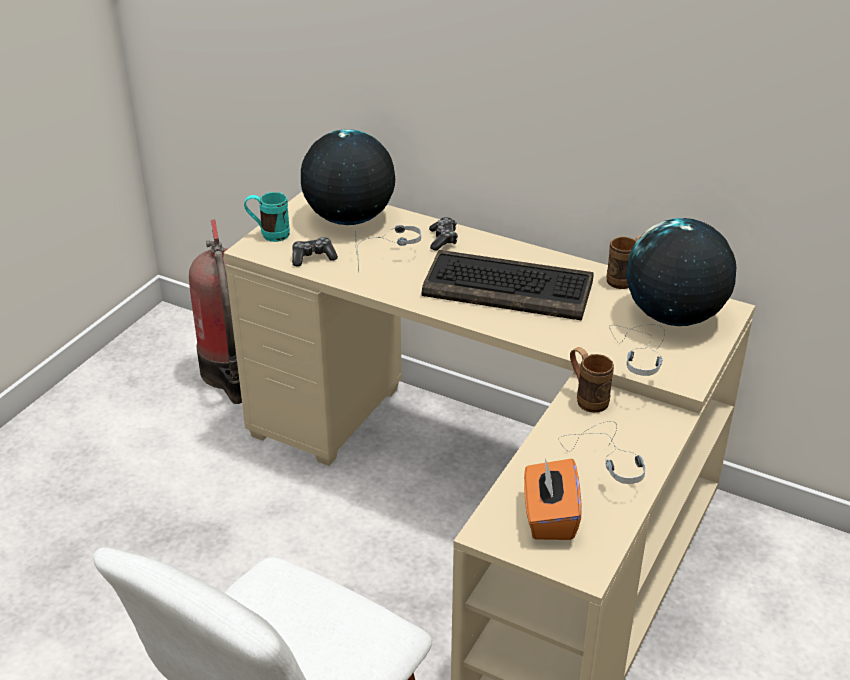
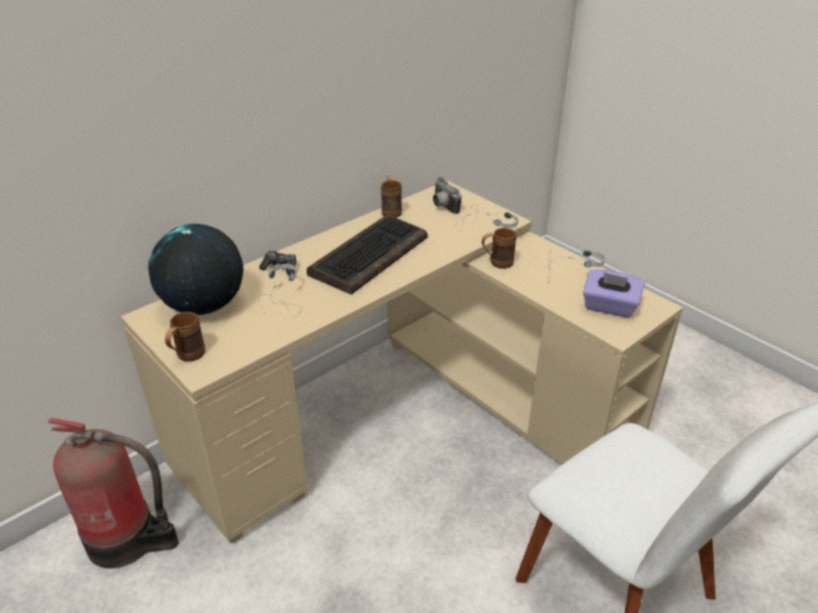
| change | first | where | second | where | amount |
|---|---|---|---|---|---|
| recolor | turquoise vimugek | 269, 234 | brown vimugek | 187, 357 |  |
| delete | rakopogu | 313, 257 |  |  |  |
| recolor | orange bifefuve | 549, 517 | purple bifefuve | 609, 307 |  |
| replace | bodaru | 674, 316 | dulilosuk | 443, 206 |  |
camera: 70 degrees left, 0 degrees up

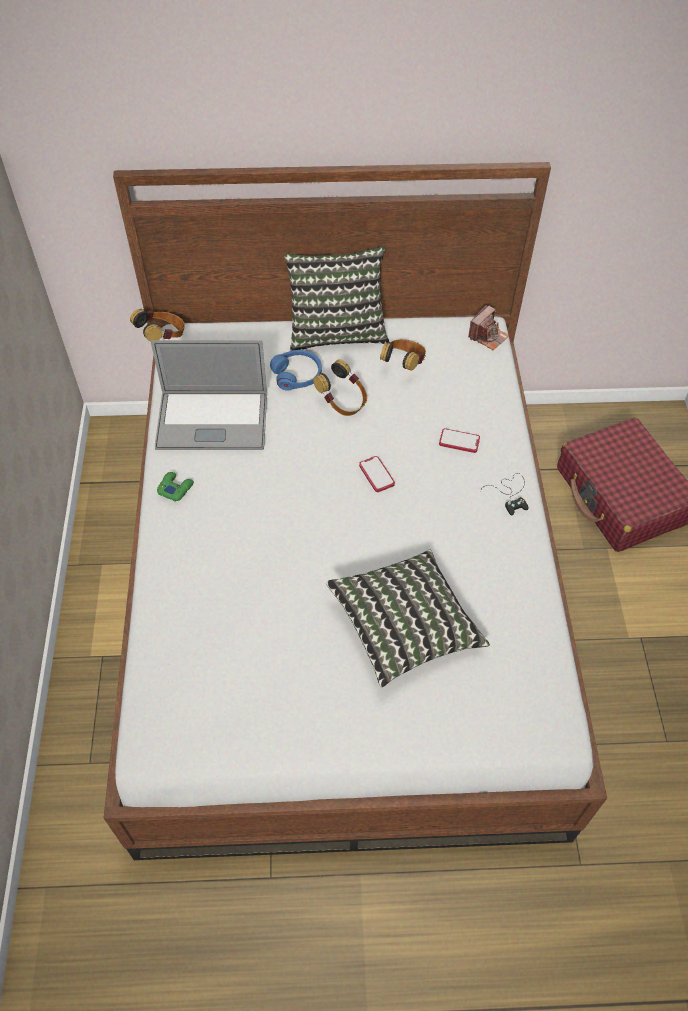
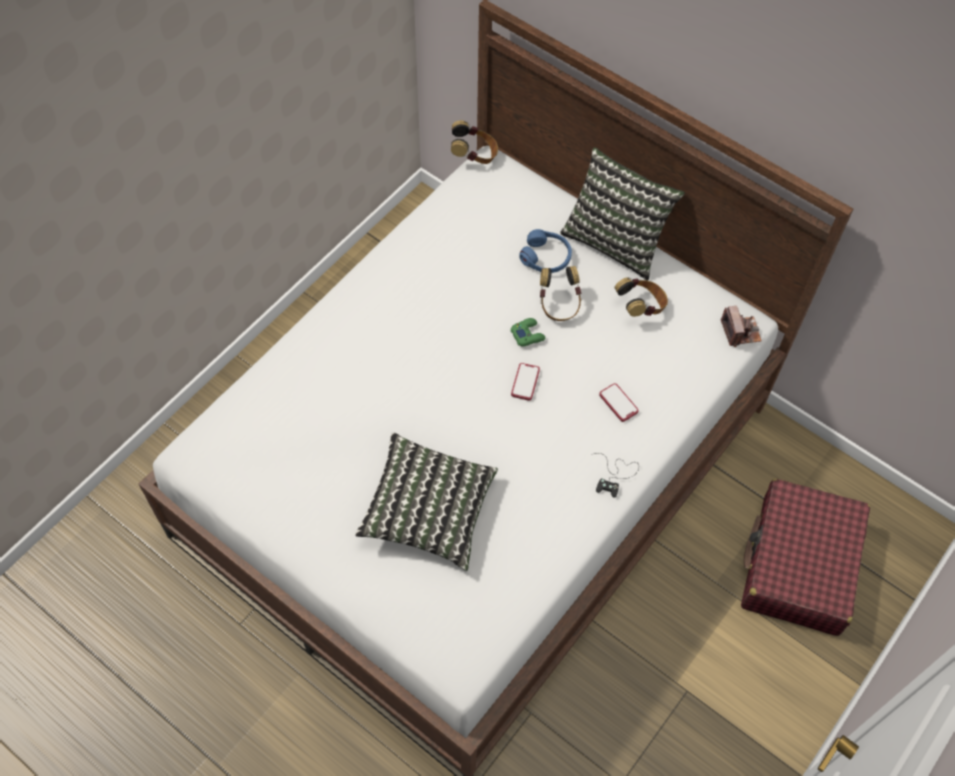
| change | first | where | second | where | amount |
|---|---|---|---|---|---|
| delete | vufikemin | 212, 420 |  |  |  |
| move | green rakopogu | 175, 488 |  | 527, 334 |  |
| rotate | dulilosuk | 487, 336 |  | 740, 331 | 90 degrees counterclockwise |
camera: 40 degrees right, 5 degrees up

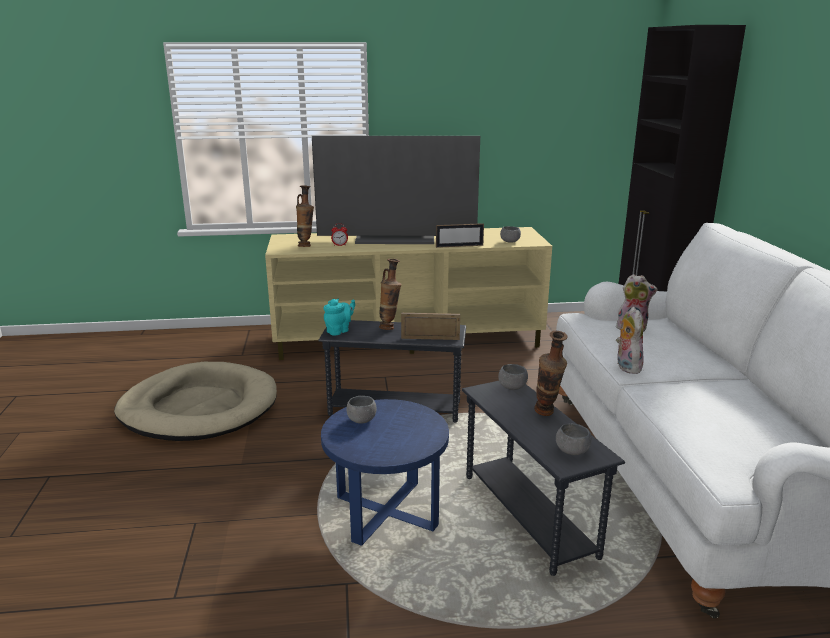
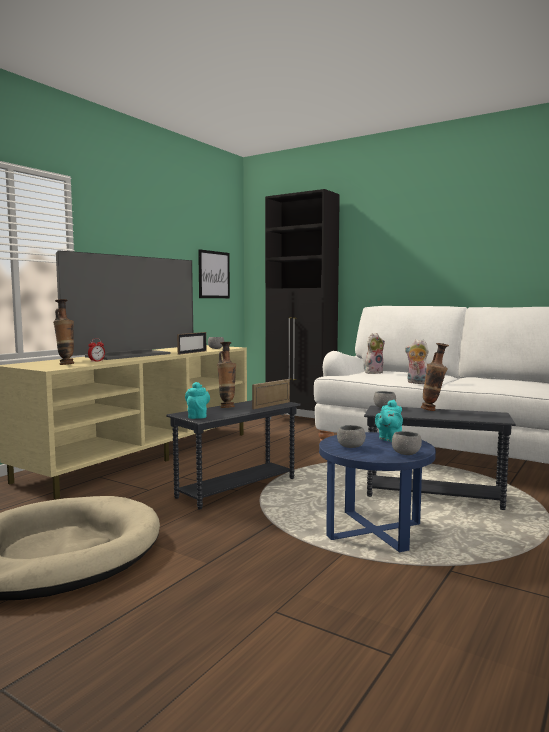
| change | first | where | second | where | amount |
|---|---|---|---|---|---|
| move | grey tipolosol | 572, 451 |  | 406, 454 |  |
| insert |  |  | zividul | 214, 274 |  |
| insert |  |  | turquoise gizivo | 389, 439 |  |
camera: 50 degrees left, 15 degrees down

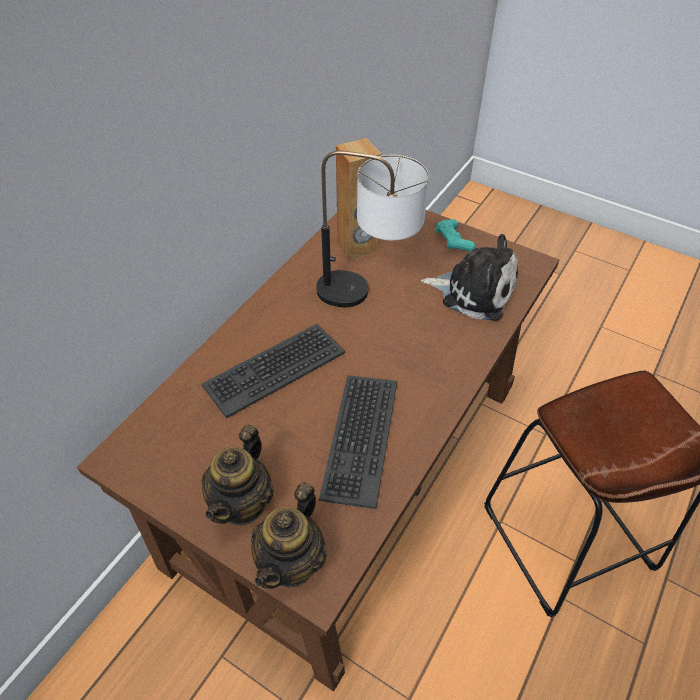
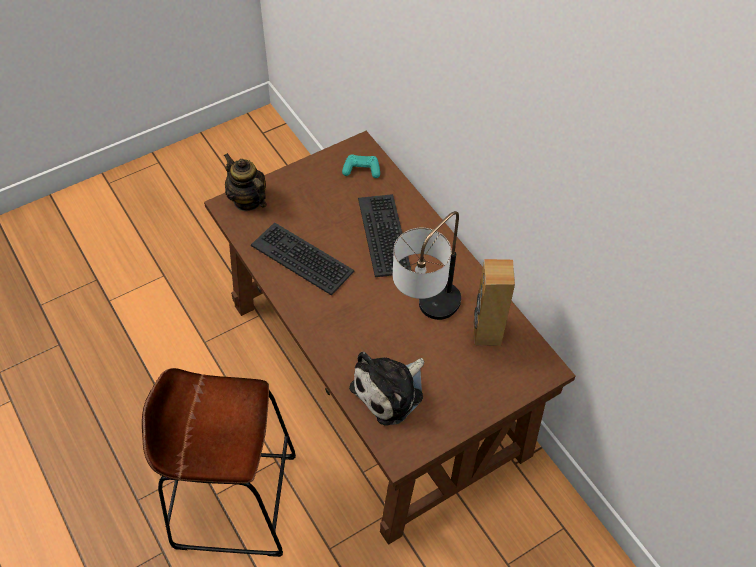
| change | first | where | second | where | amount |
|---|---|---|---|---|---|
| delete | gizivo | 243, 503 |  |  |  |
| move | turquoise rakopogu | 453, 241 |  | 361, 170 |  |
camera: 115 degrees right, 5 degrees up

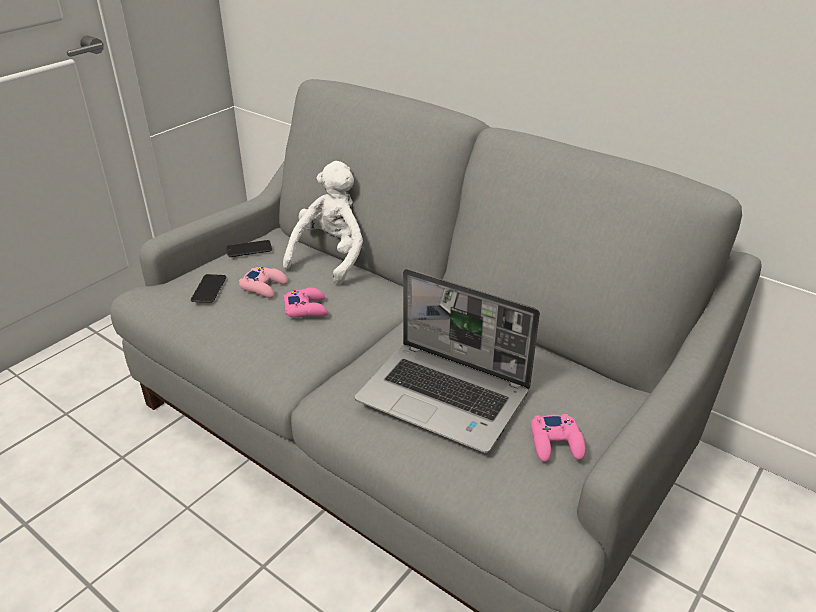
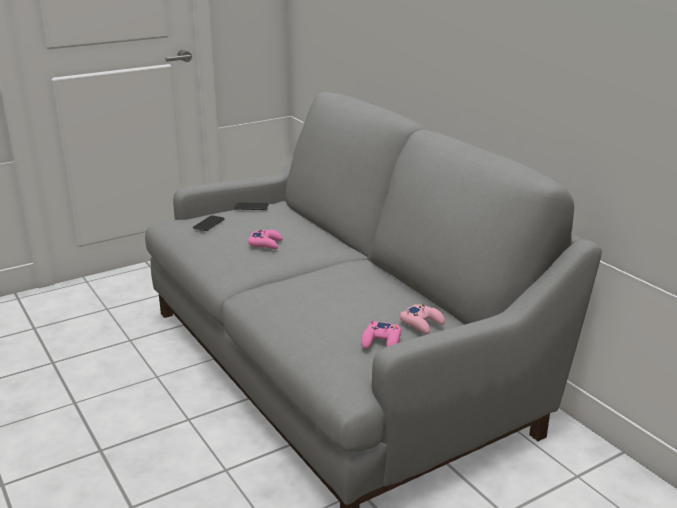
| change | first | where | second | where | amount |
|---|---|---|---|---|---|
| move | pink rakopogu | 264, 286 |  | 422, 323 |  |
| delete | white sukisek | 332, 257 |  |  |  |
| delete | vufikemin | 445, 397 |  |  |  |
camera: 20 degrees right, 10 degrees down

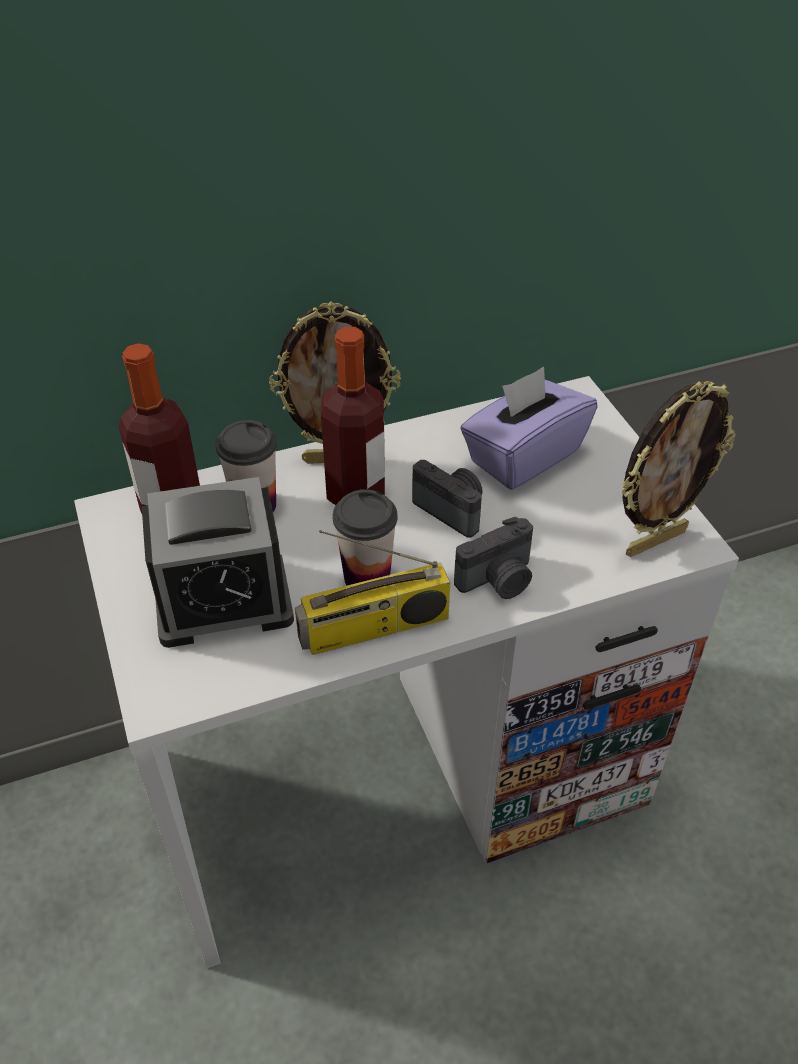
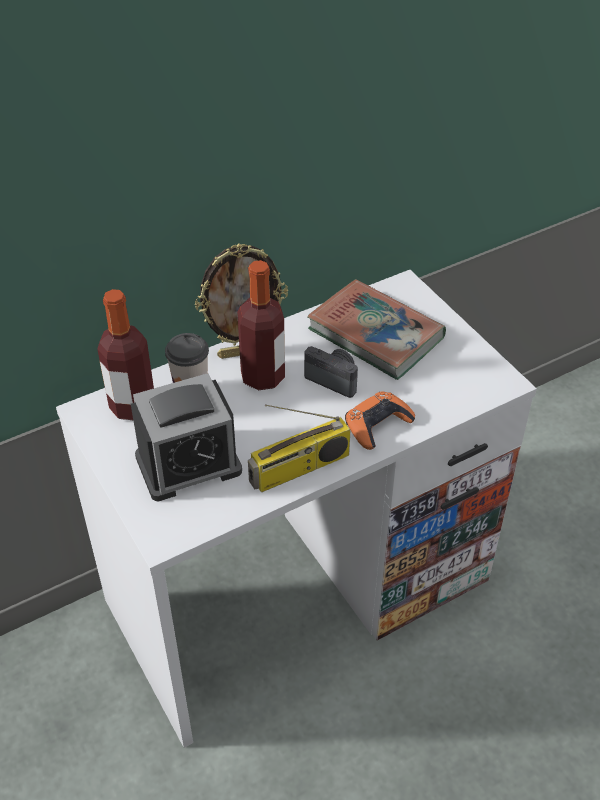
| change | first | where | second | where | amount |
|---|---|---|---|---|---|
| delete | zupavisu | 367, 577 |  |  |  |
| replace | dulilosuk | 498, 580 | orange rakopogu | 377, 425 |  |
| replace | purple bifefuve | 523, 456 | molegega | 375, 334 |  |
| delete | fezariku | 654, 540 |  |  |  |
camera: 10 degrees left, 0 degrees up

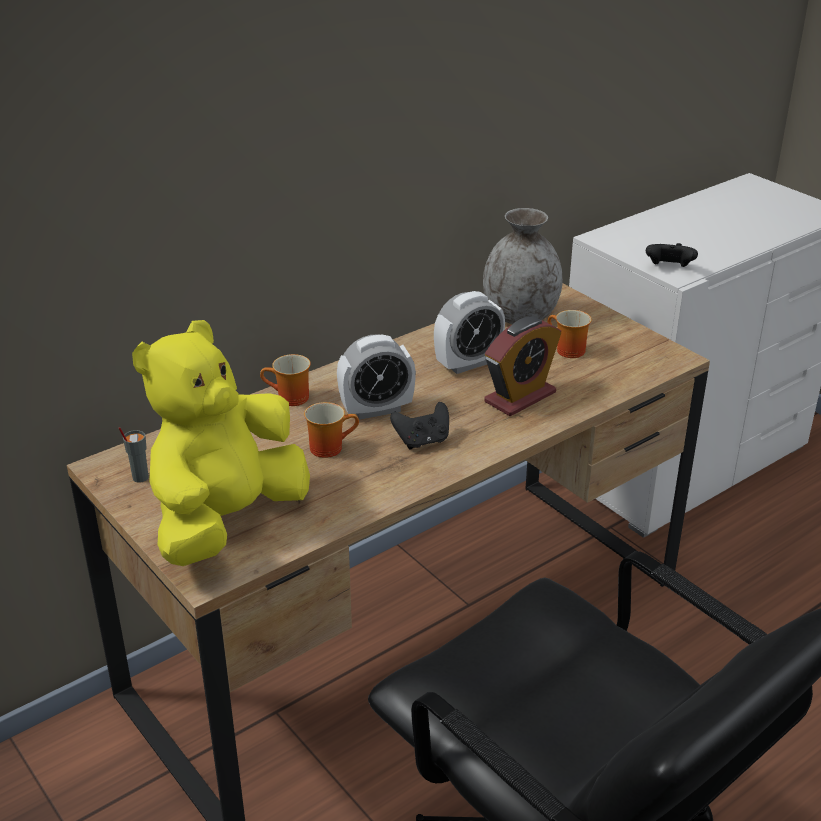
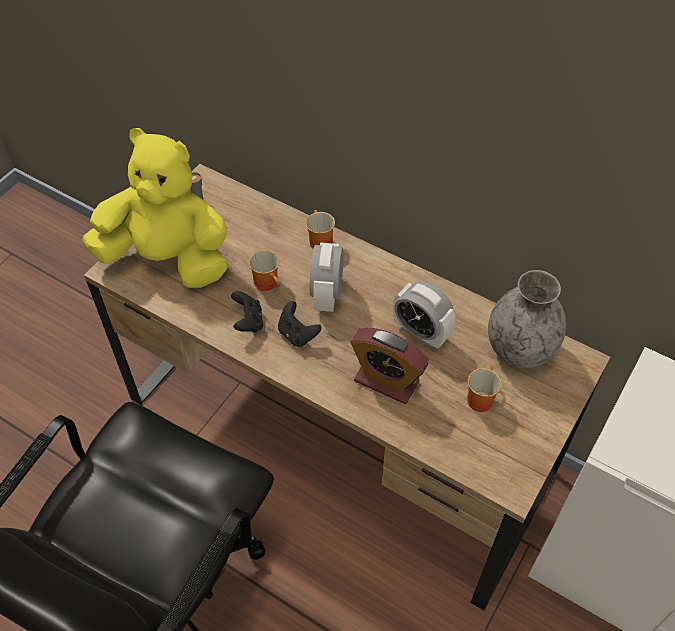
| change | first | where | second | where | amount |
|---|---|---|---|---|---|
| rotate | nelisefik | 376, 409 |  | 327, 295 | 45 degrees clockwise |
| move | black rakopogu | 669, 268 |  | 248, 322 |  |
camera: 70 degrees right, 20 degrees up

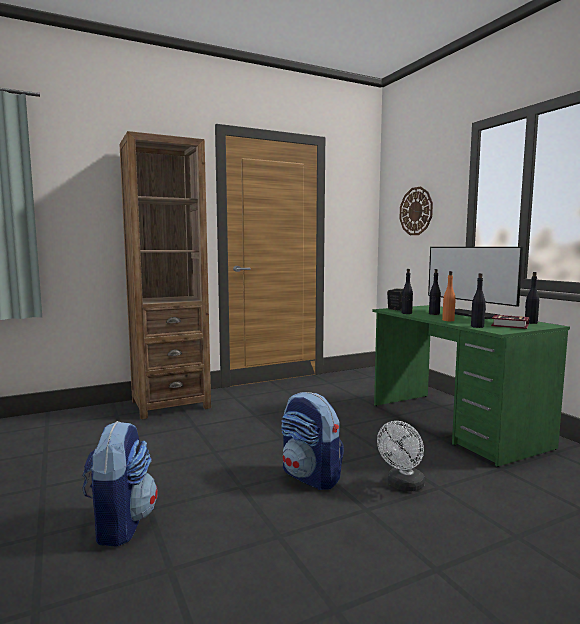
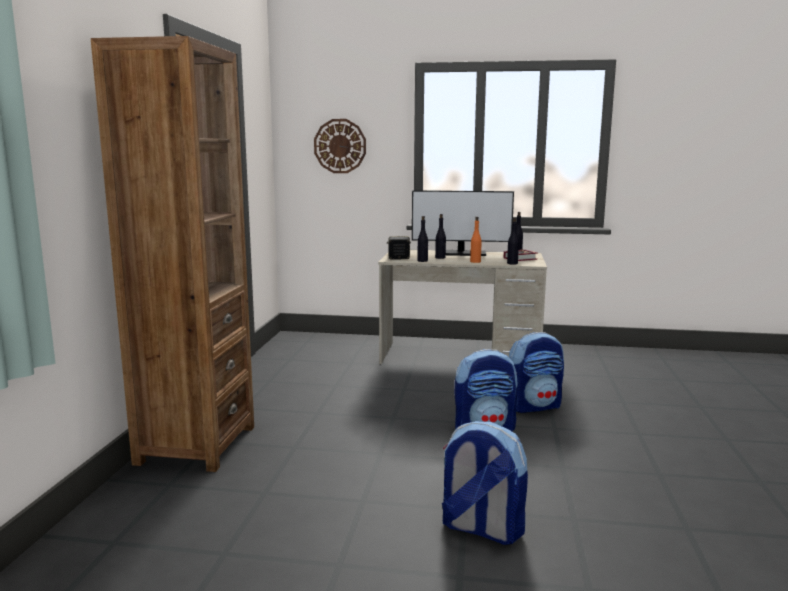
| change | first | where | second | where | amount |
|---|---|---|---|---|---|
| recolor | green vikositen | 454, 425 | beige vikositen | 460, 357 |  |
| replace | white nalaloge | 403, 485 | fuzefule | 534, 406 |  |
camera: 55 degrees left, 5 degrees up

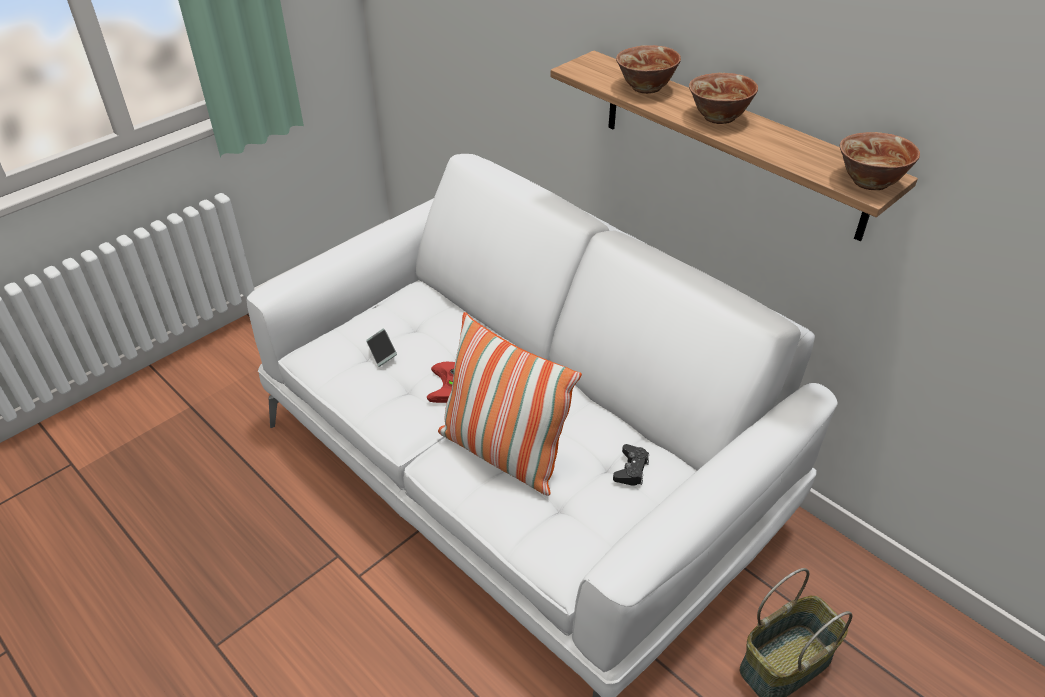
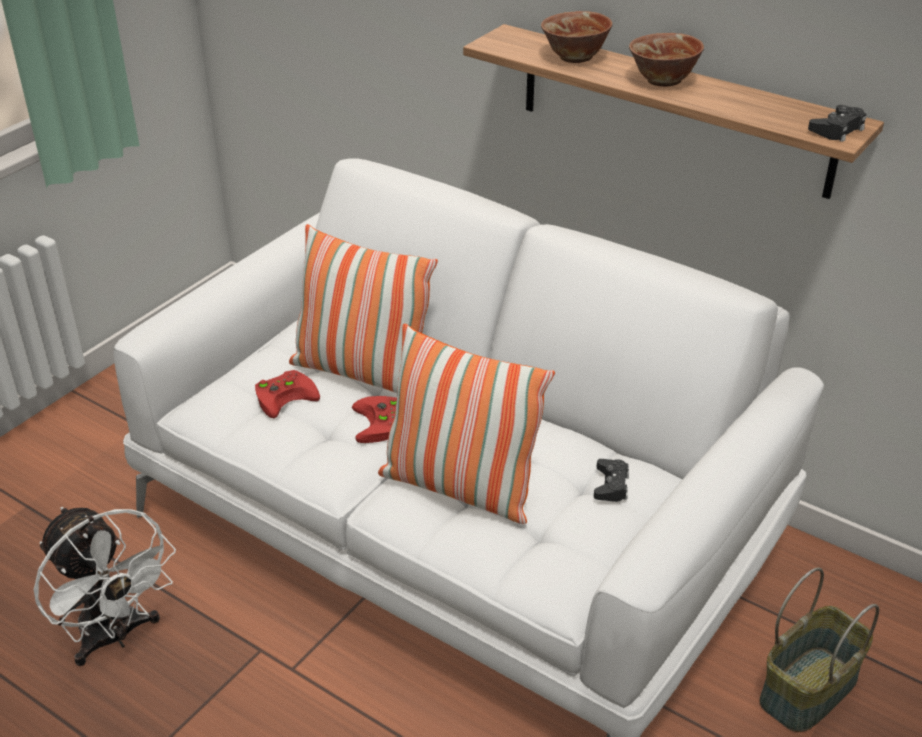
| change | first | where | second | where | amount |
|---|---|---|---|---|---|
| replace | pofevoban | 381, 351 | red rakopogu | 286, 395 |  |
| replace | tipolosol | 869, 182 | black rakopogu | 837, 129 |  |
| insert |  |  | white nalaloge | 115, 637 |  |
| insert |  |  | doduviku | 361, 372 |  |
camera: 10 degrees left, 5 degrees down

